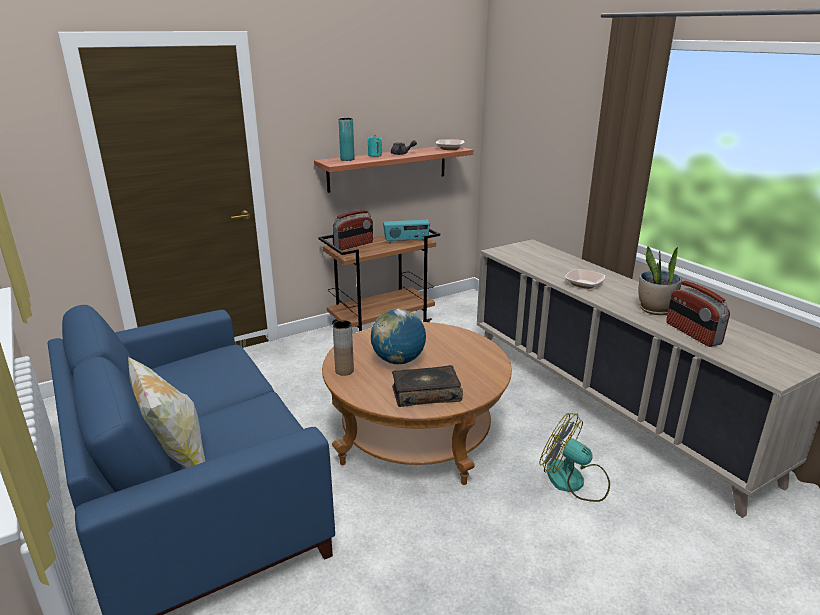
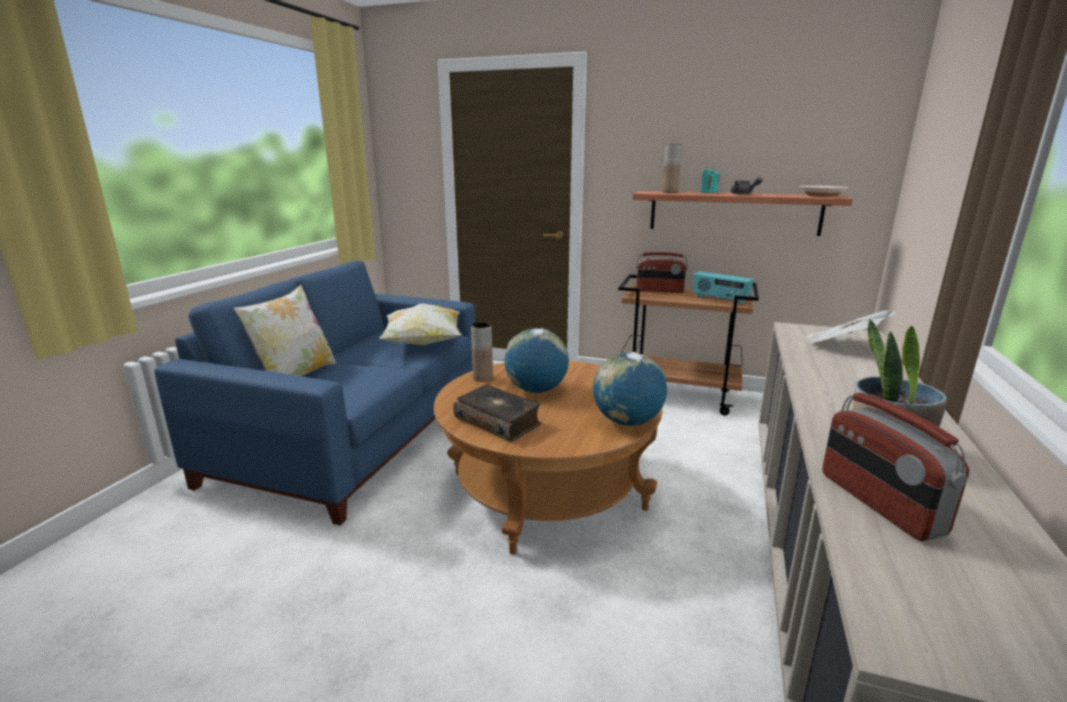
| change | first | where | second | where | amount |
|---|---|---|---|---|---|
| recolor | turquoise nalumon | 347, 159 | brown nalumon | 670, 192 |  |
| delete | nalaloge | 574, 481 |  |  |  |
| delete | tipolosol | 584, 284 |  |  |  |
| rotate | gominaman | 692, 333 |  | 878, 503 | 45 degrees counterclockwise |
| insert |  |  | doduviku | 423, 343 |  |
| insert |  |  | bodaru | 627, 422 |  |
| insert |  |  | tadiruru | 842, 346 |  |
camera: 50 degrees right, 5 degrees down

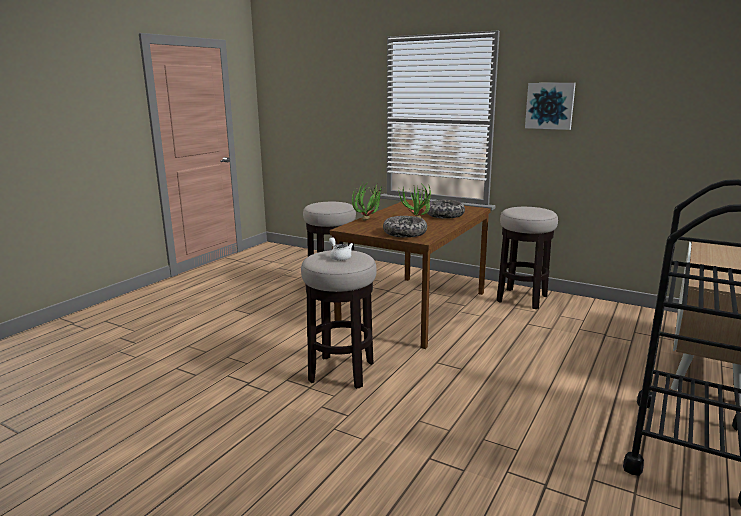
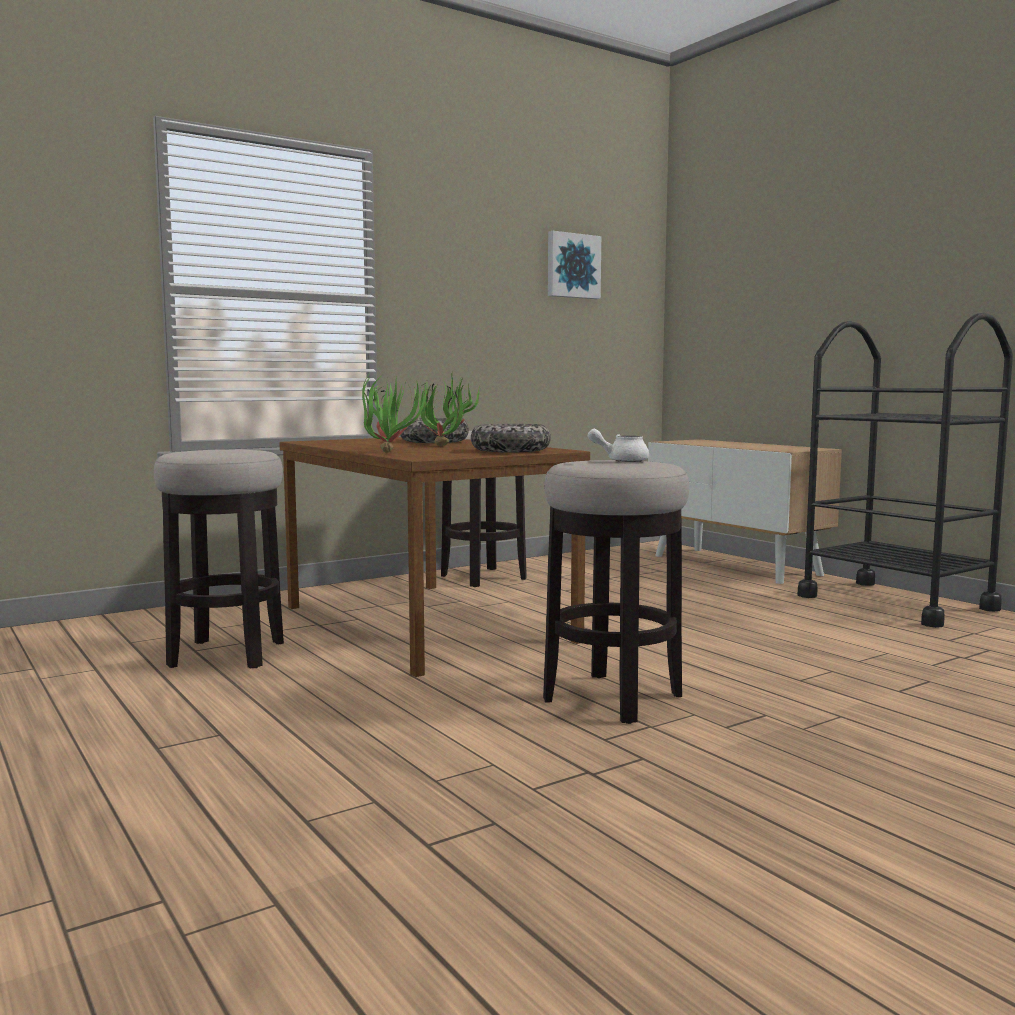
| change | first | where | second | where | amount |
|---|---|---|---|---|---|
| move | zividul | 550, 106 |  | 572, 266 |  |
camera: 65 degrees left, 10 degrees down

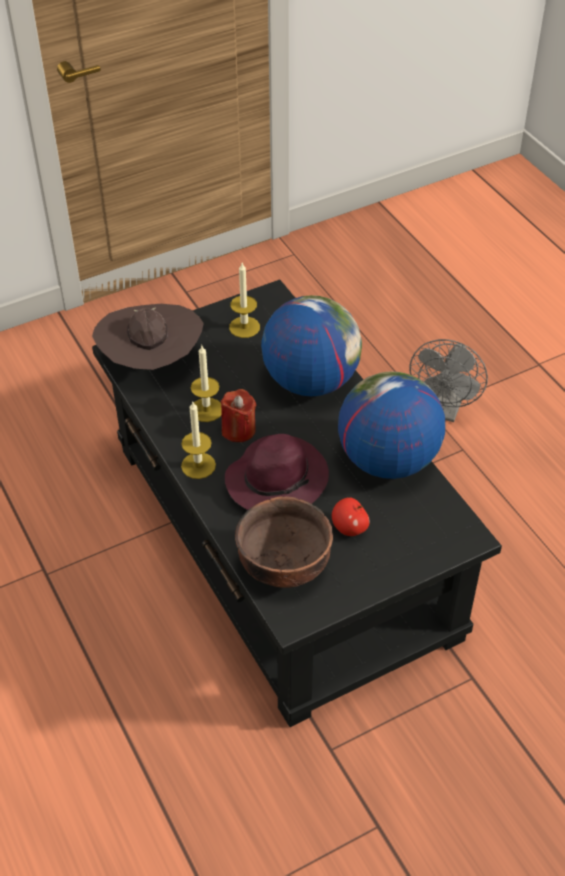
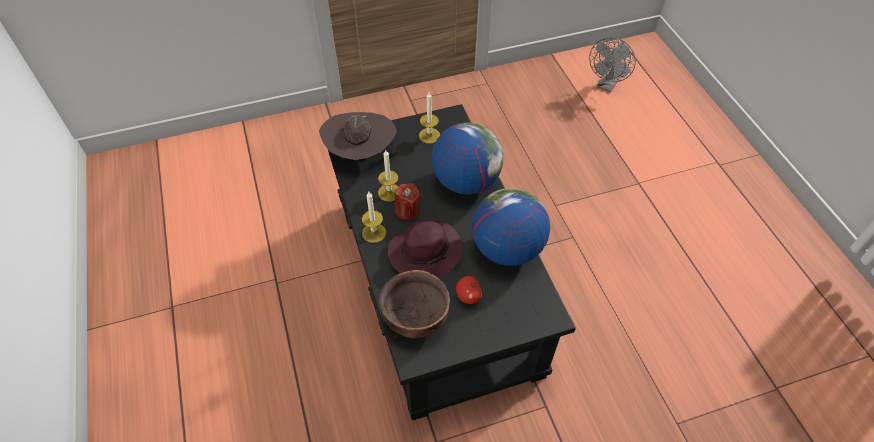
| change | first | where | second | where | amount |
|---|---|---|---|---|---|
| move | grey nalaloge | 445, 410 |  | 607, 85 |  |
camera: 10 degrees right, 5 degrees up

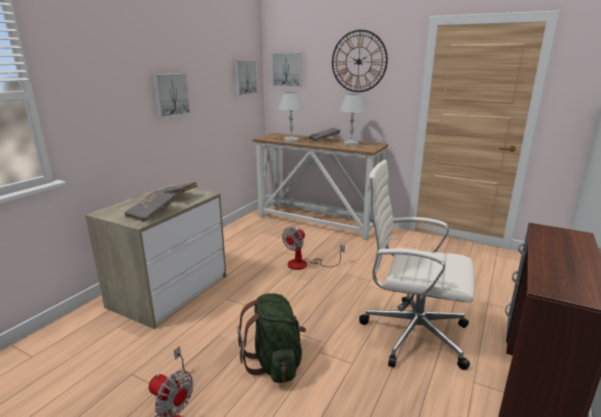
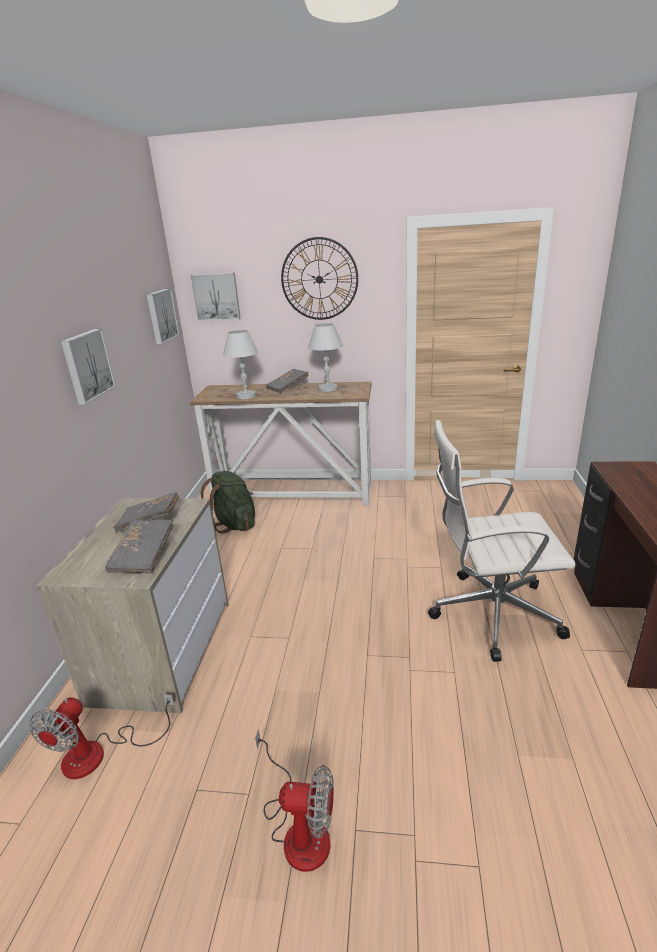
| change | first | where | second | where | amount |
|---|---|---|---|---|---|
| move | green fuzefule | 275, 363 |  | 234, 524 |  |
| move | nalaloge | 305, 264 |  | 99, 754 |  |
camera: 20 degrees left, 5 degrees up

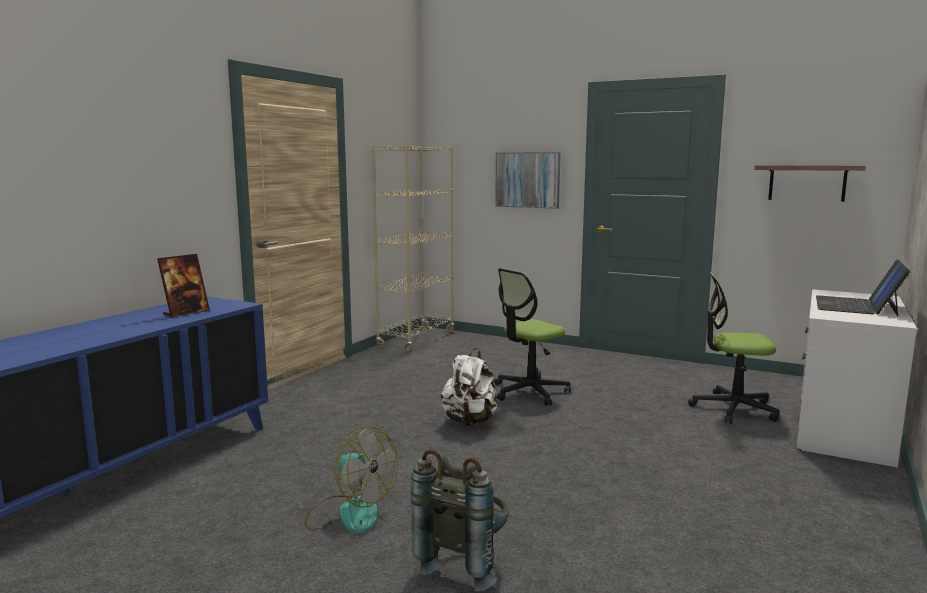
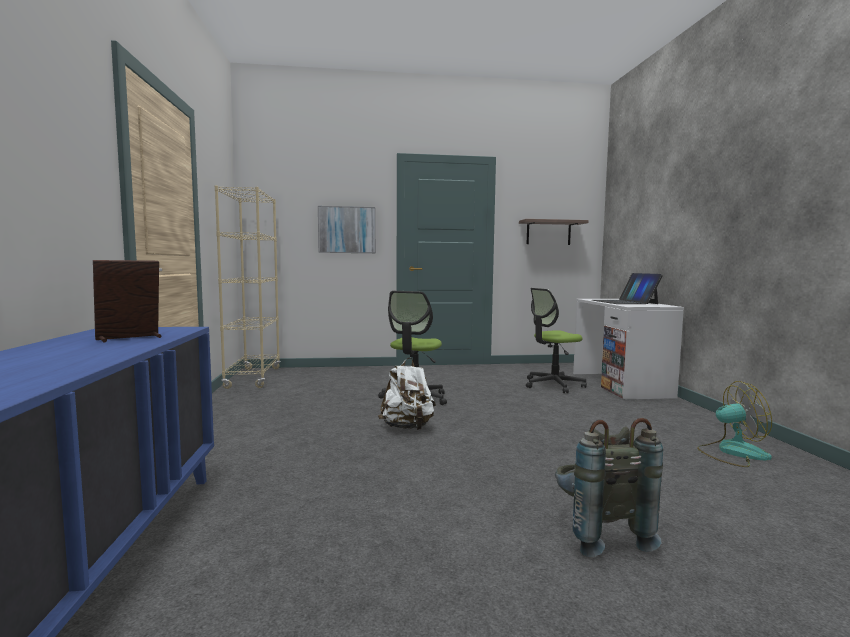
| change | first | where | second | where | amount |
|---|---|---|---|---|---|
| rotate | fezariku | 186, 313 |  | 129, 338 | 135 degrees counterclockwise |
| move | nalaloge | 349, 513 |  | 732, 452 |  |
camera: 35 degrees left, 5 degrees down

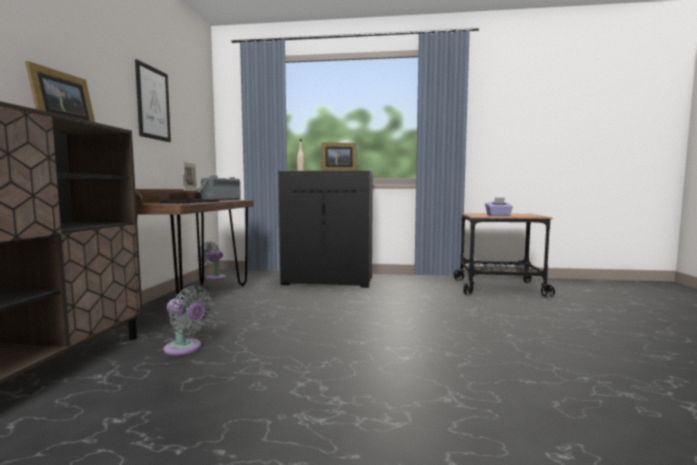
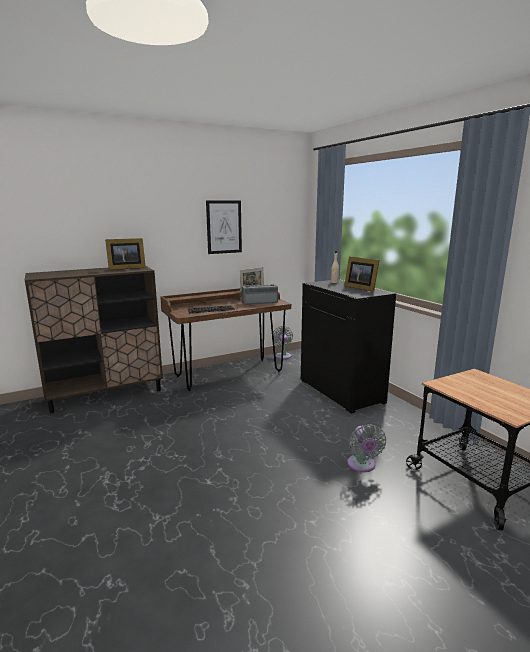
| change | first | where | second | where | amount |
|---|---|---|---|---|---|
| move | grey nalaloge | 185, 348 |  | 362, 466 |  |
| delete | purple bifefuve | 498, 215 |  |  |  |
camera: 55 degrees right, 10 degrees up

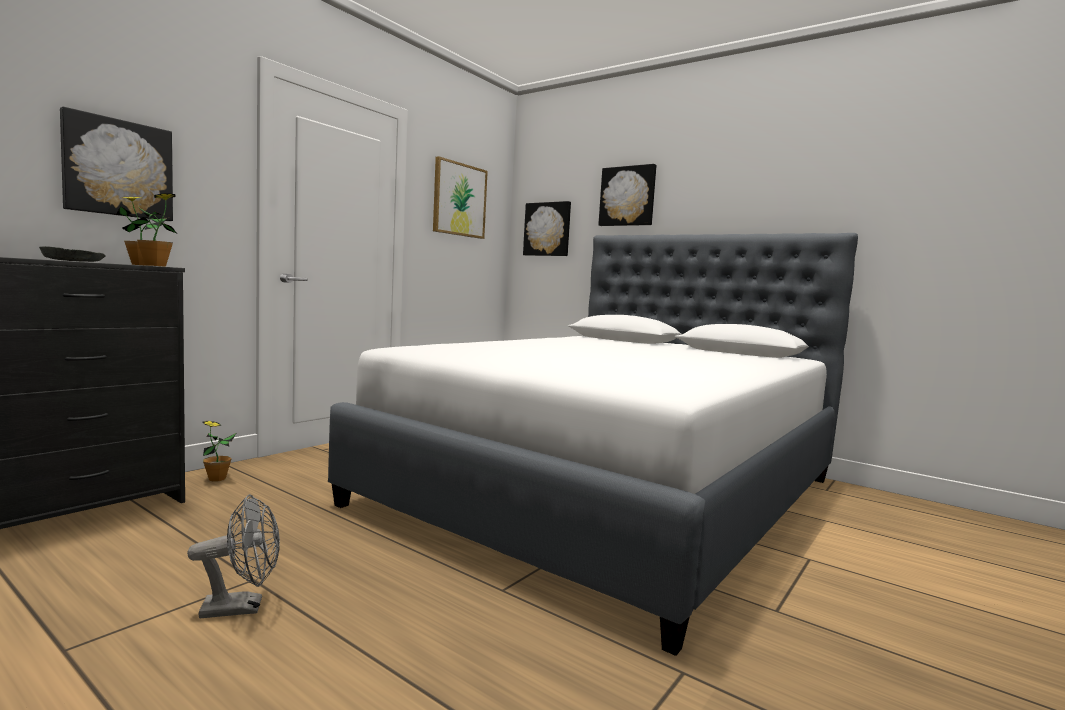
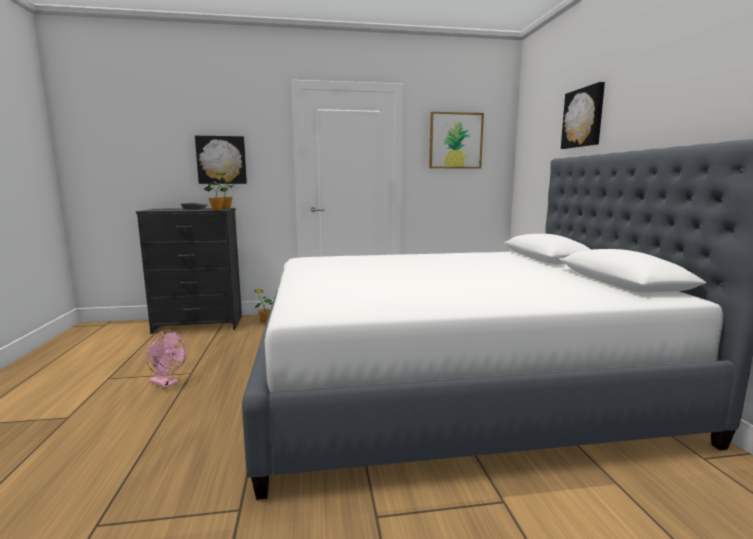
| change | first | where | second | where | amount |
|---|---|---|---|---|---|
| recolor | grey nalaloge | 242, 607 | pink nalaloge | 167, 383 |  |
| delete | zividul | 548, 229 |  |  |  |
camera: 45 degrees right, 5 degrees up

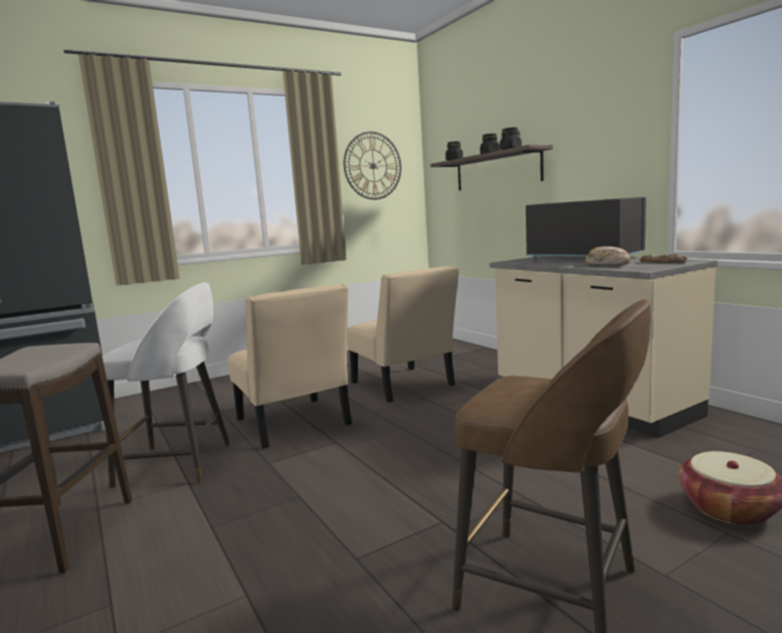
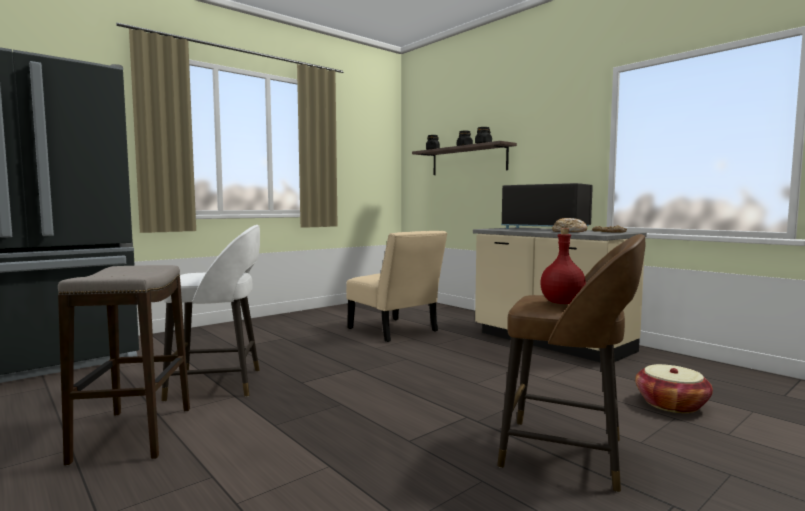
| change | first | where | second | where | amount |
|---|---|---|---|---|---|
| delete | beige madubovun | 294, 424 |  |  |  |
| delete | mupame | 373, 165 |  |  |  |
| insert |  |  | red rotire | 562, 303 |  |
camera: 10 degrees left, 5 degrees down

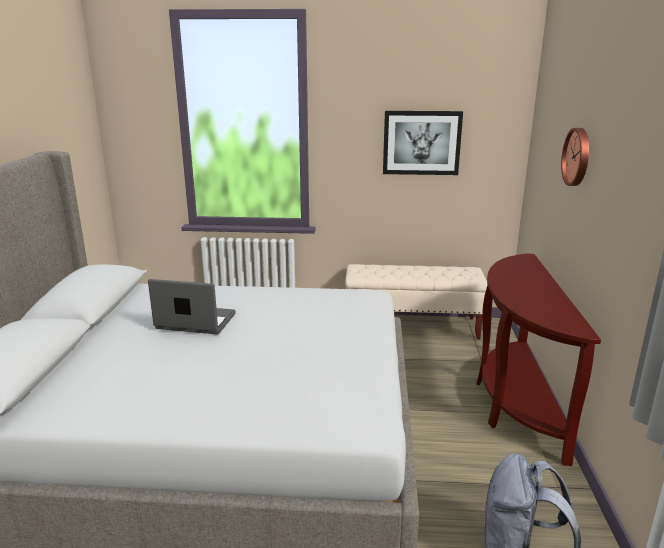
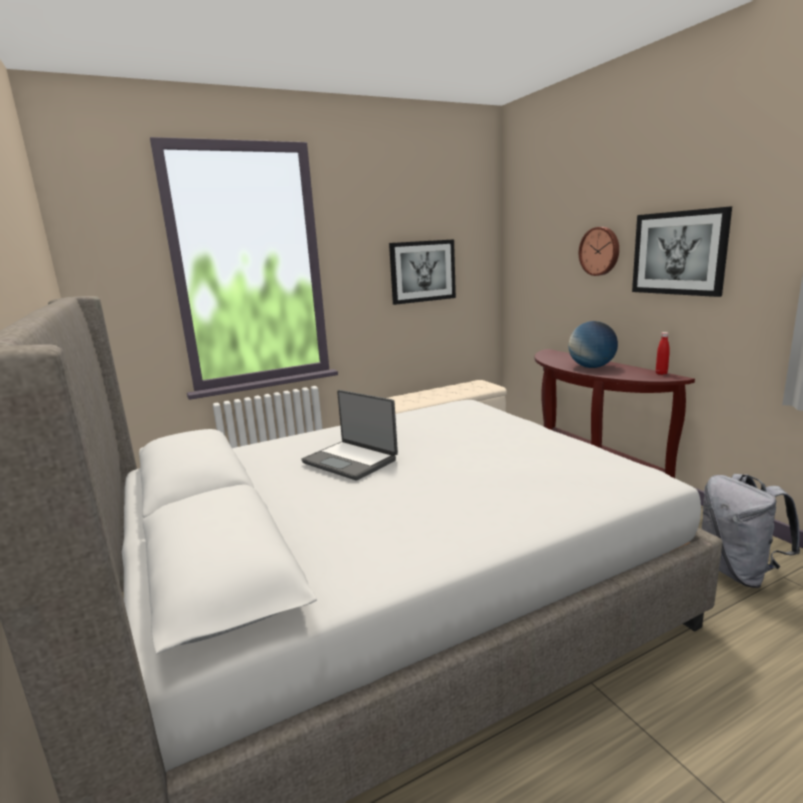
| change | first | where | second | where | amount |
|---|---|---|---|---|---|
| rotate | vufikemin | 195, 322 |  | 351, 461 | 120 degrees counterclockwise |
| insert |  |  | bodaru | 591, 367 |  |
| insert |  |  | zividul | 679, 253 |  |
| insert |  |  | red rotire | 661, 373 |  |
camera: 30 degrees left, 5 degrees down

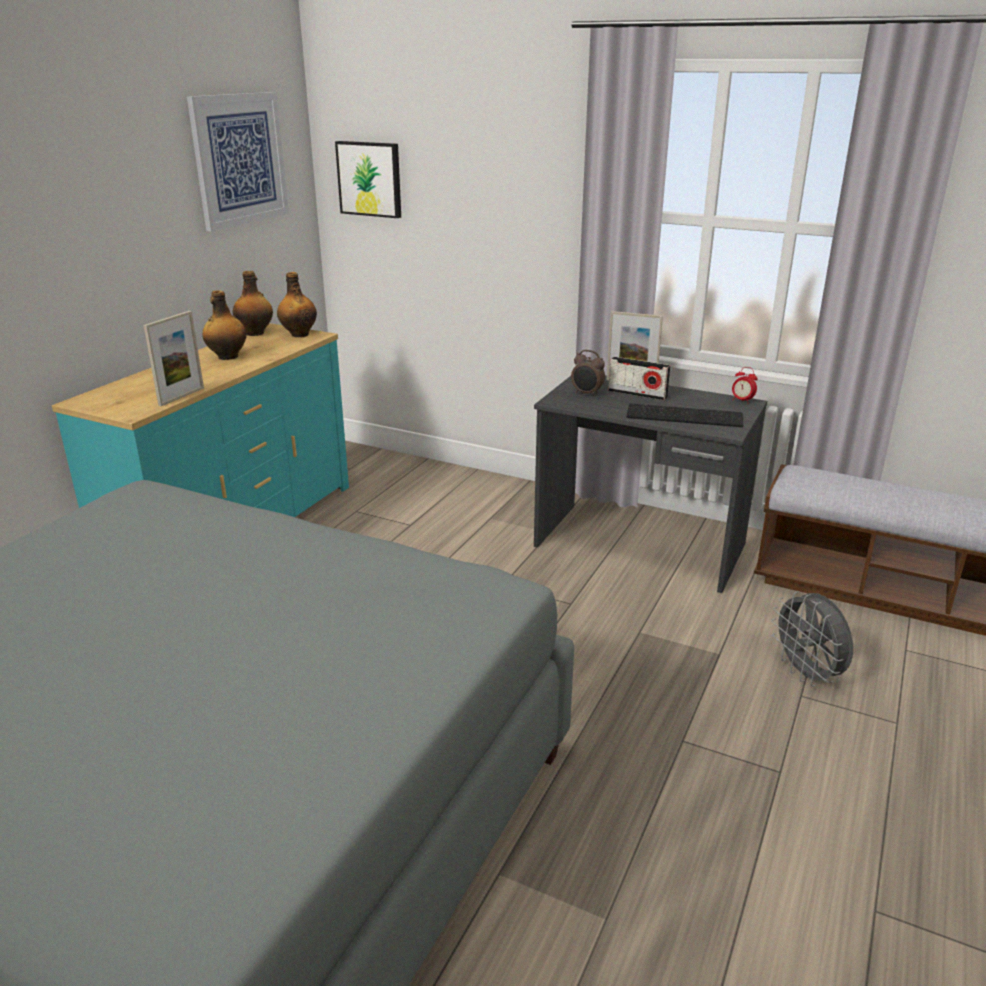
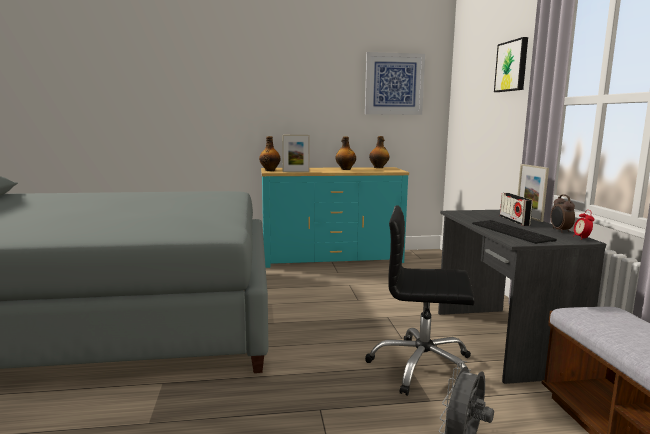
| change | first | where | second | where | amount |
|---|---|---|---|---|---|
| move | rotire | 299, 334 |  | 270, 170 |  |
| move | zividul | 370, 179 |  | 512, 66 |  |
| move | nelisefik | 587, 394 |  | 560, 231 |  |
| insert |  |  | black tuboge | 422, 367 |  |
camera: 55 degrees right, 15 degrees down

